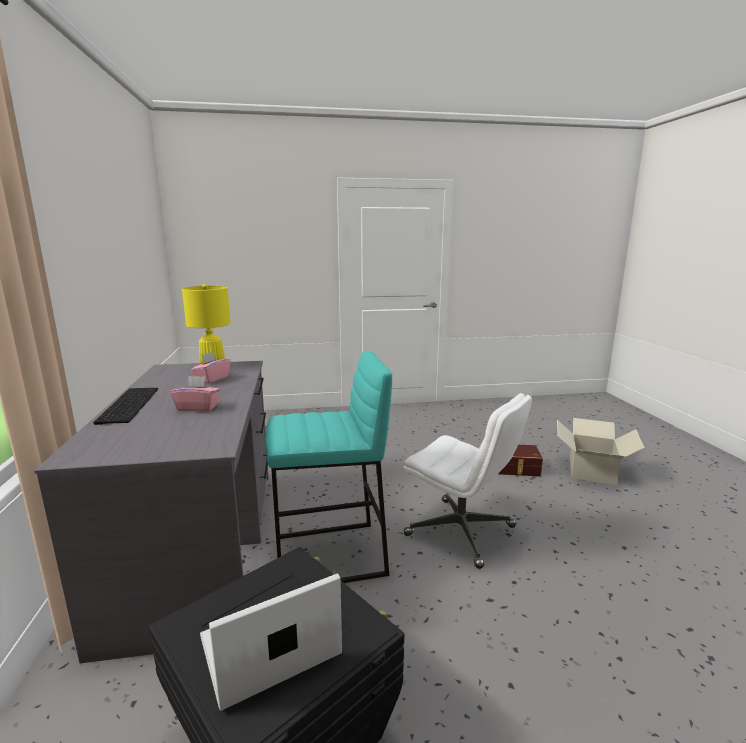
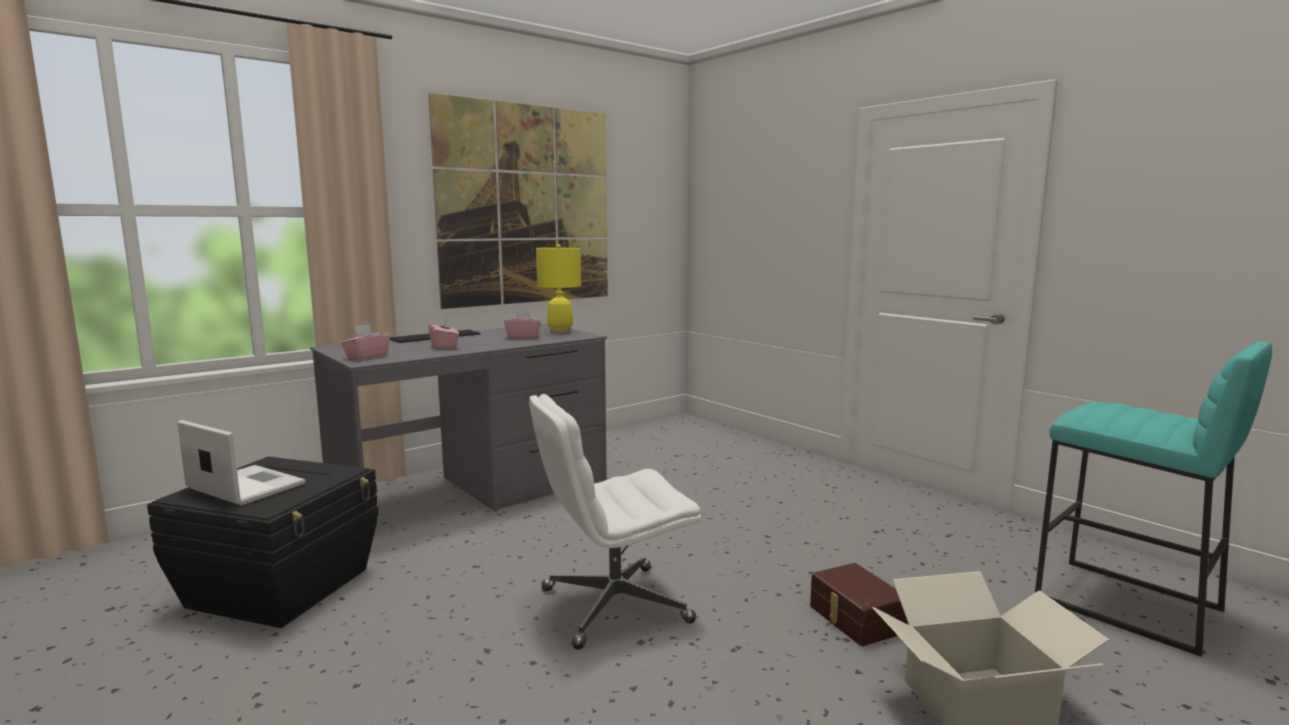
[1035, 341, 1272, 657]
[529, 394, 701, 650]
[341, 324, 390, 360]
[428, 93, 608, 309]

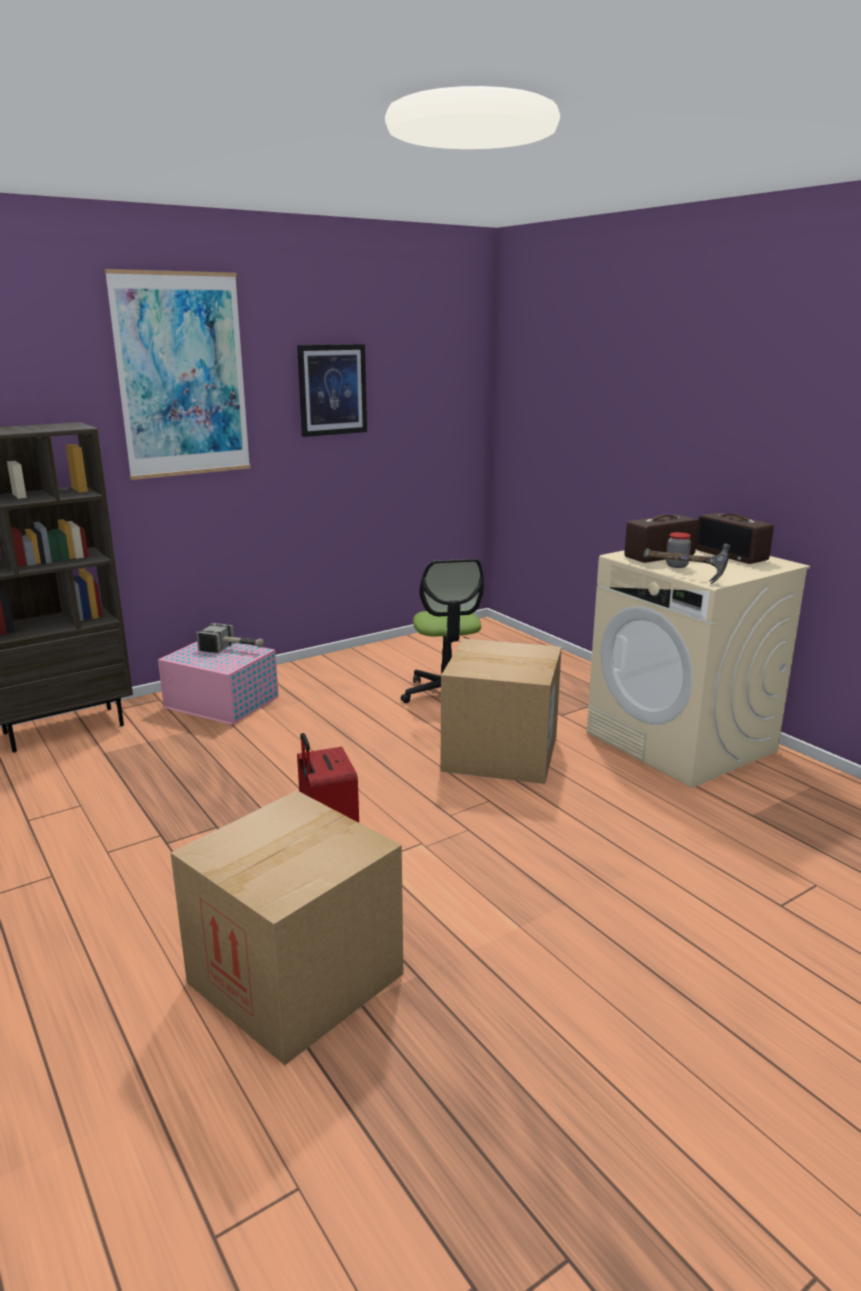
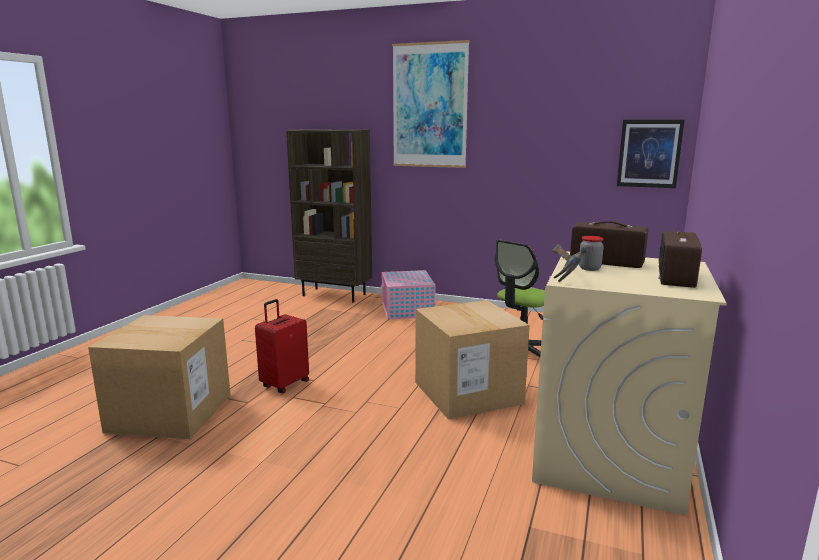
[196, 623, 264, 653] (first image)
[617, 120, 685, 188]

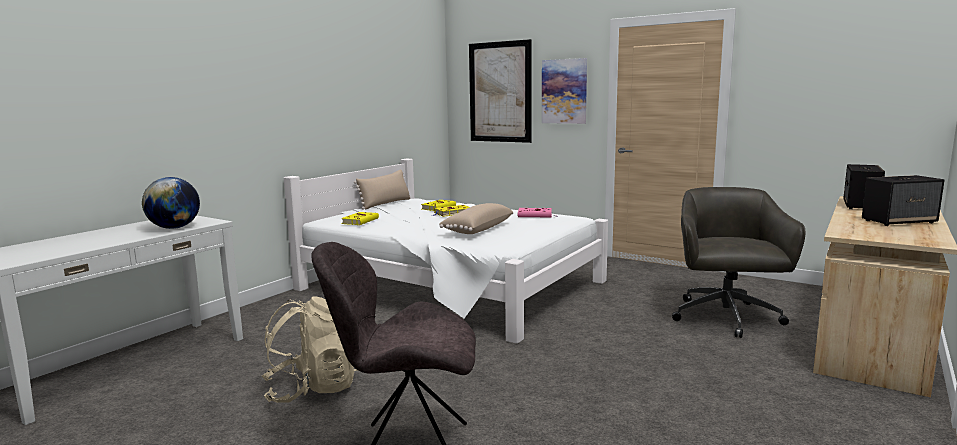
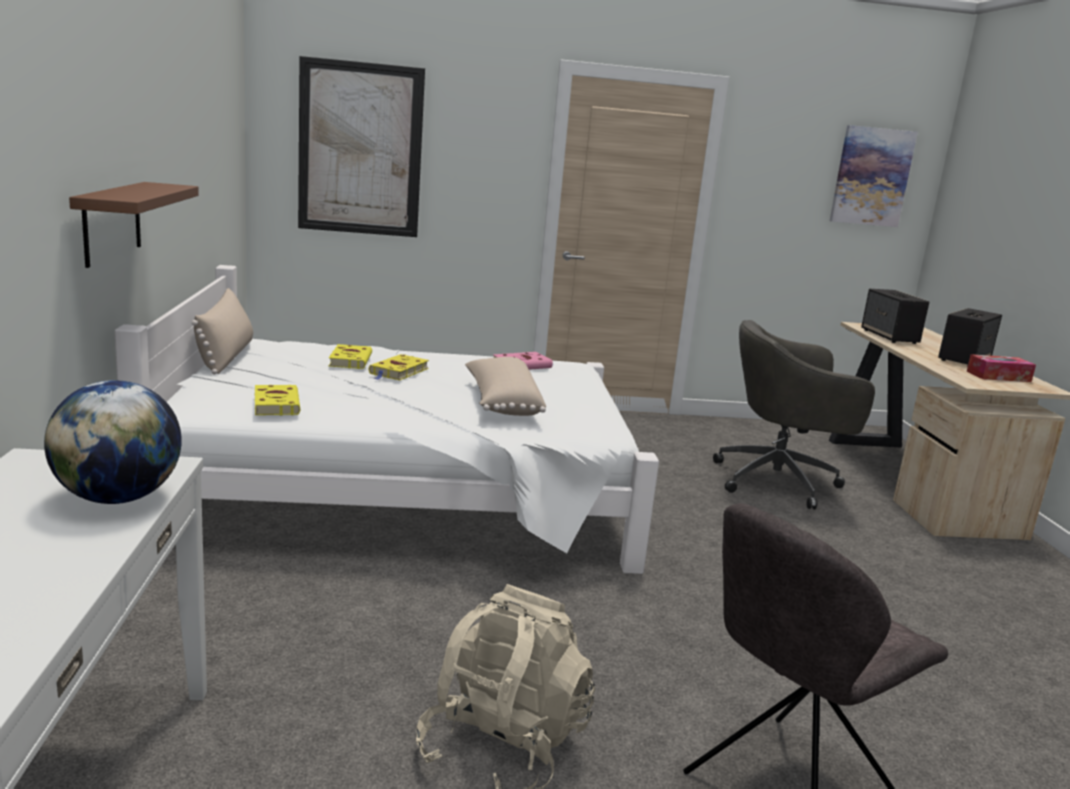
[830, 125, 918, 227]
[713, 320, 875, 509]
[69, 182, 199, 268]
[966, 354, 1036, 382]

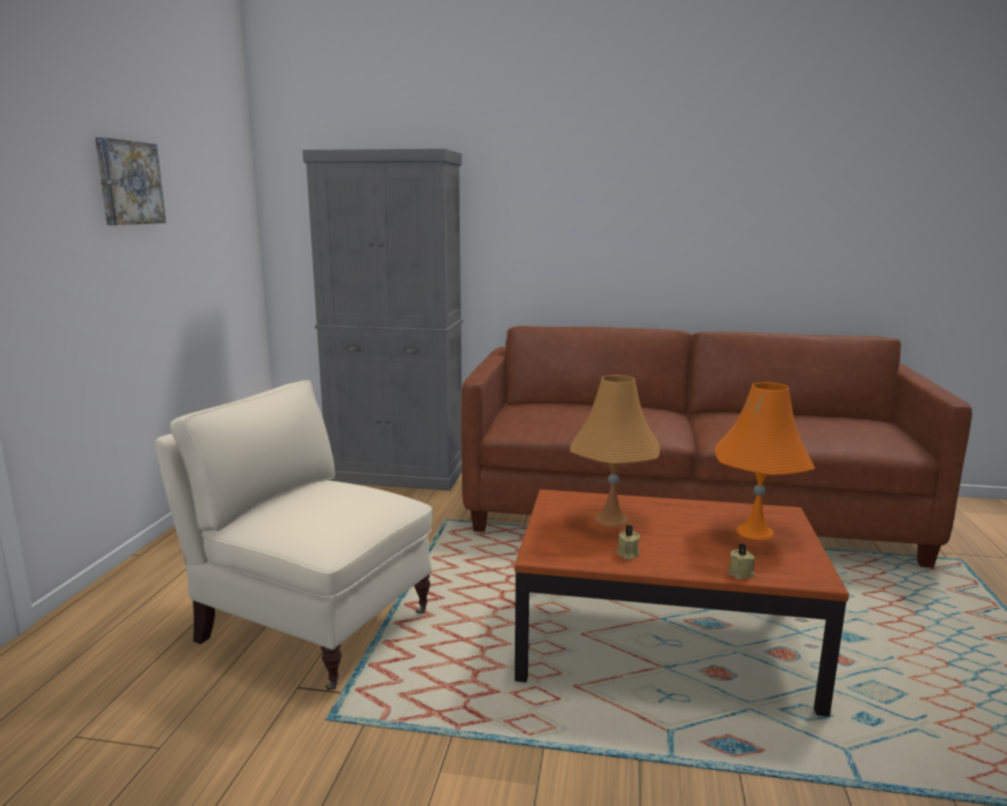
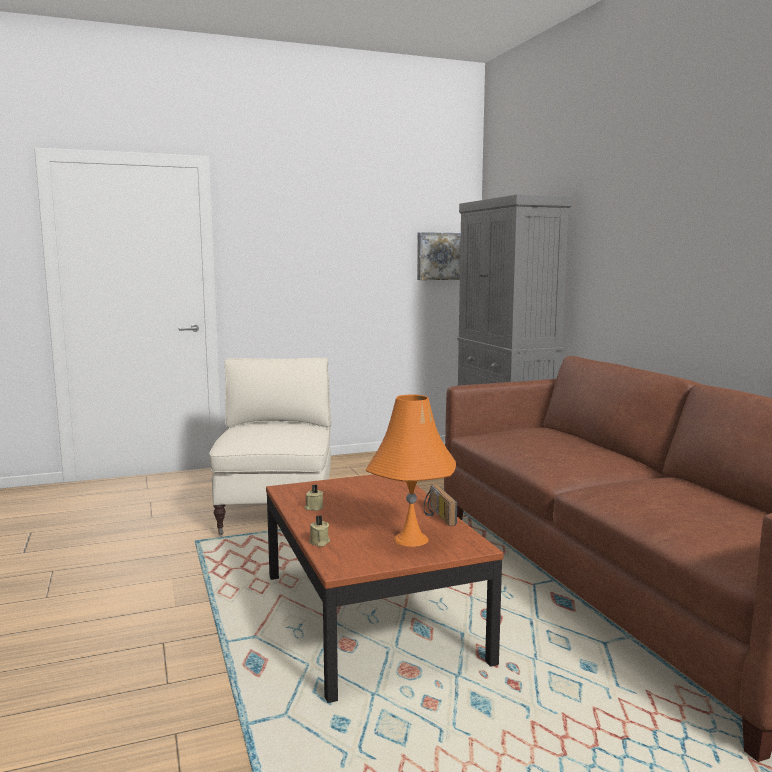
[417, 232, 461, 280]
[570, 375, 660, 527] (first image)
[424, 484, 457, 526]

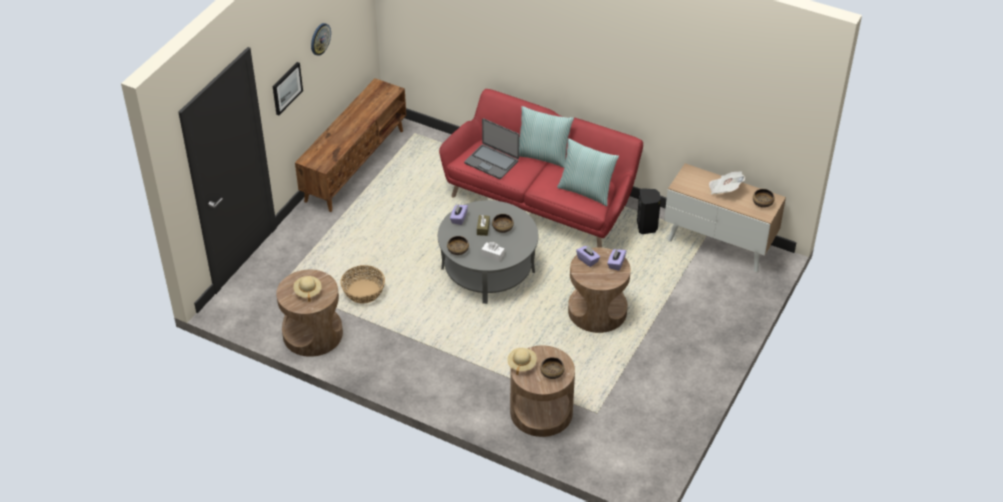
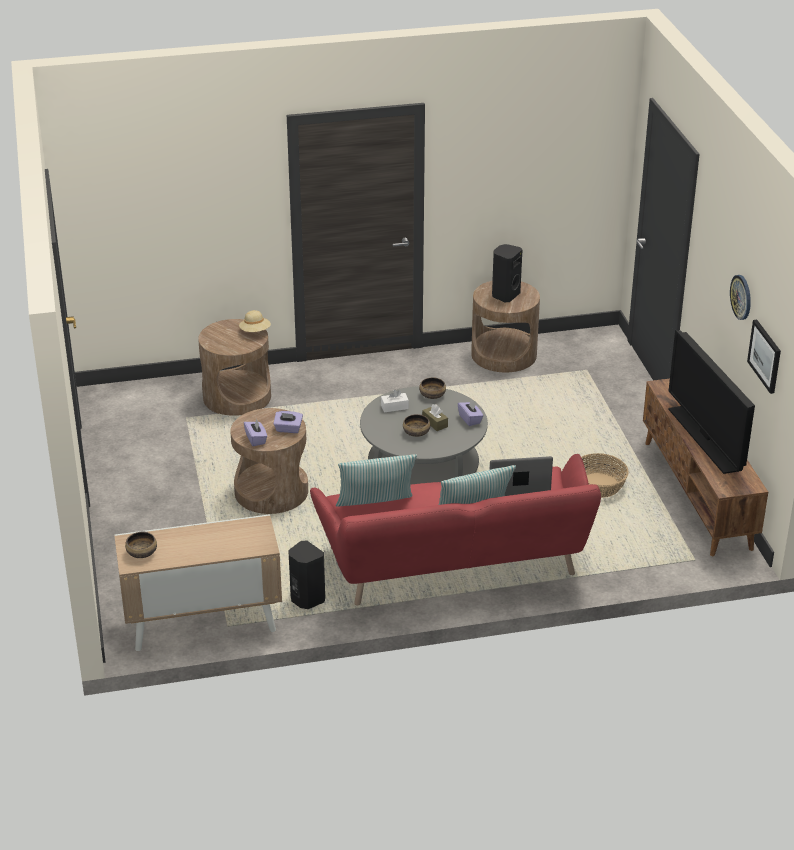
[747, 320, 781, 394]
[492, 244, 522, 302]
[581, 453, 629, 498]
[540, 357, 564, 379] (first image)
[709, 171, 745, 194] (first image)
[668, 330, 755, 474]

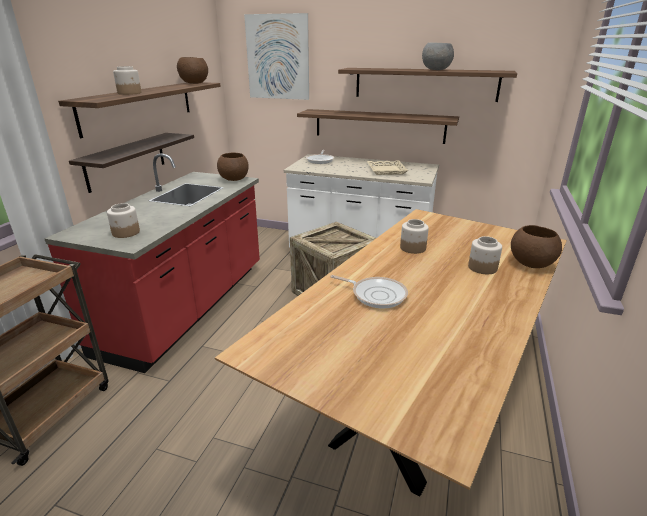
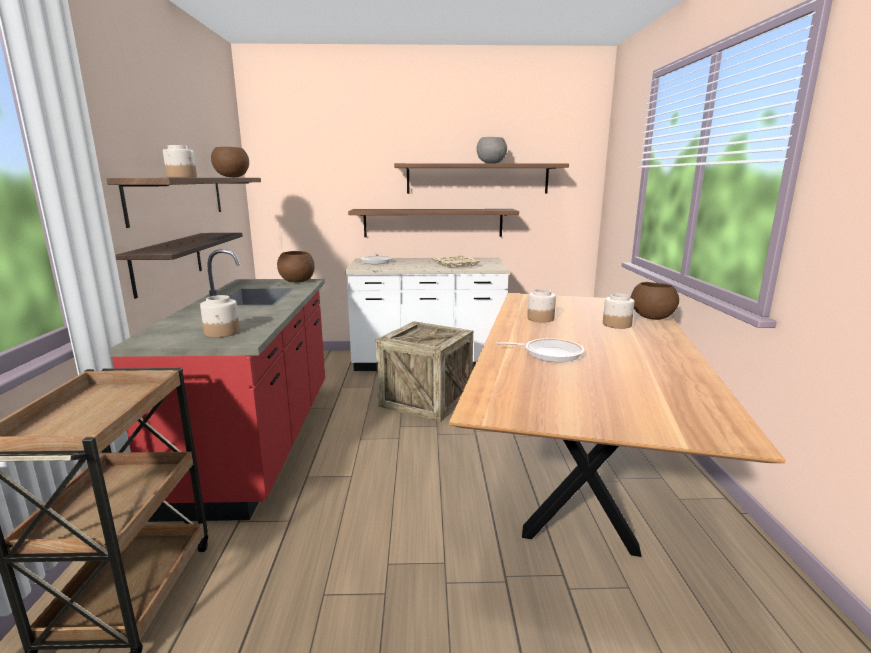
[244, 13, 309, 100] (first image)

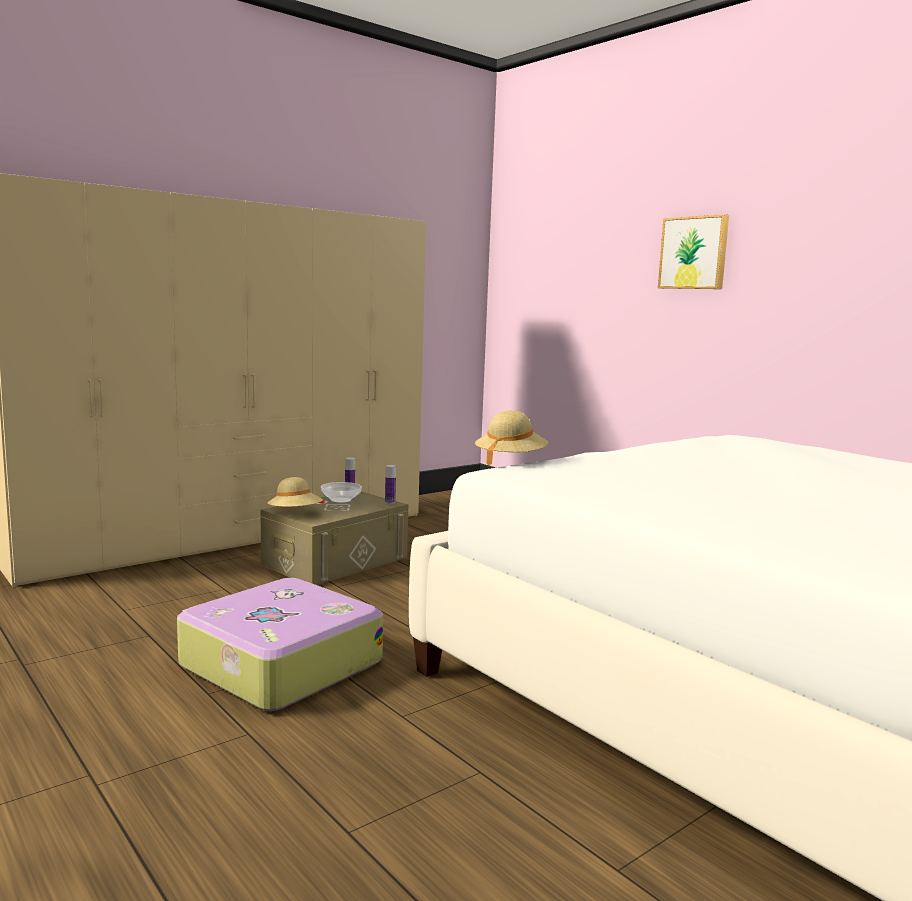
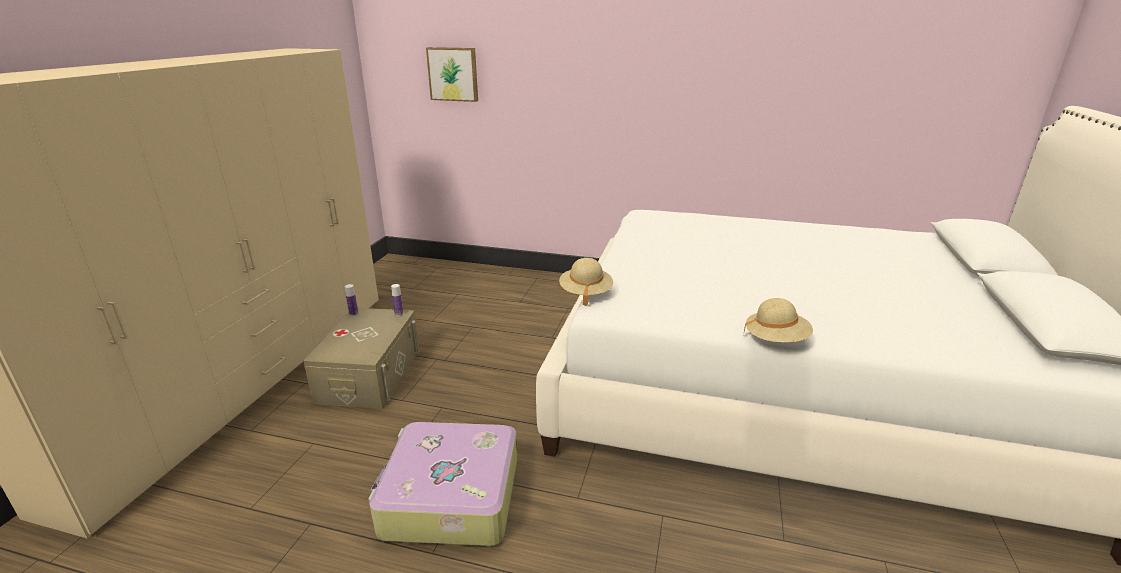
[743, 298, 813, 343]
[321, 482, 362, 504] (first image)
[426, 47, 478, 102]

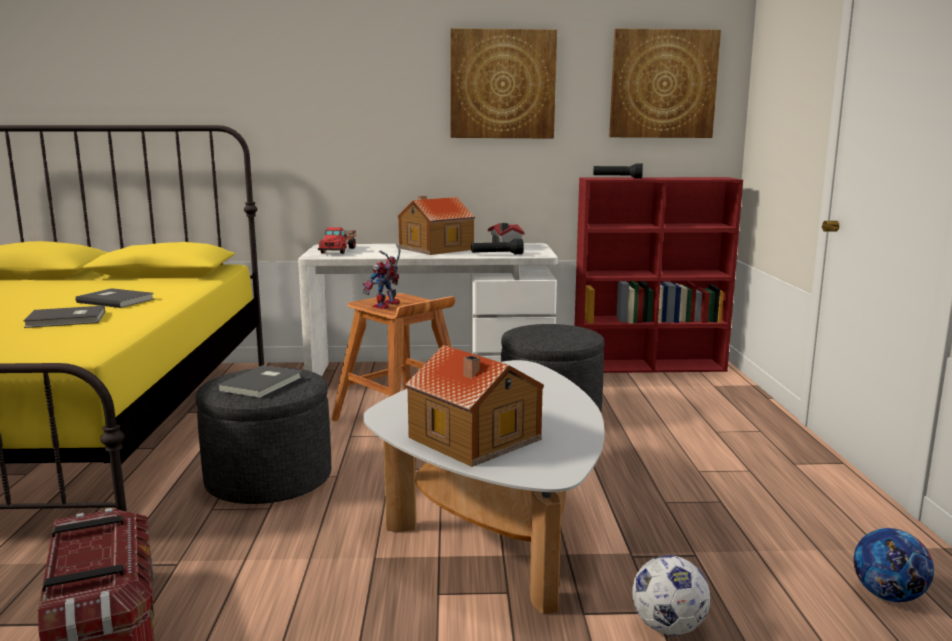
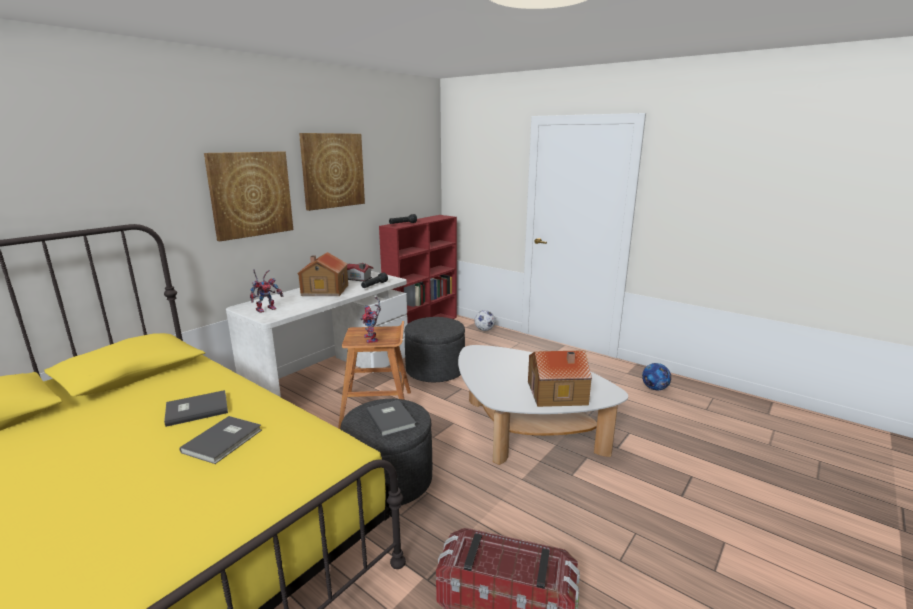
[250, 269, 284, 313]
[204, 152, 293, 241]
[474, 310, 495, 331]

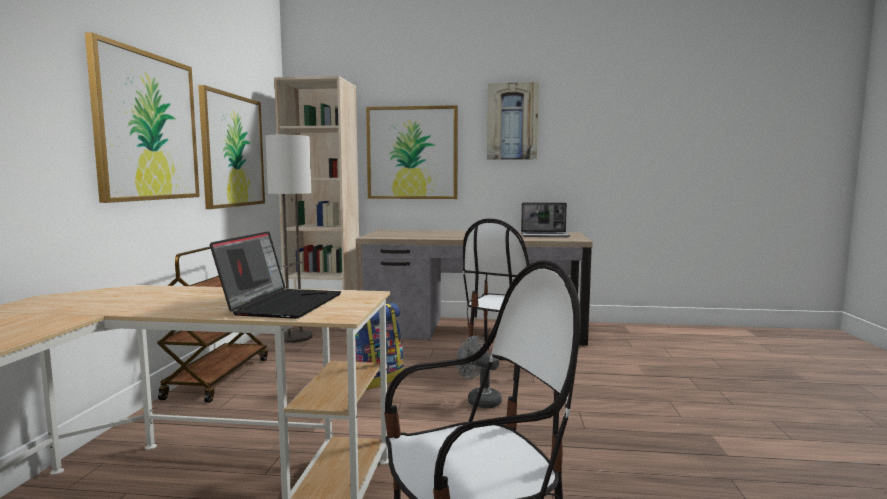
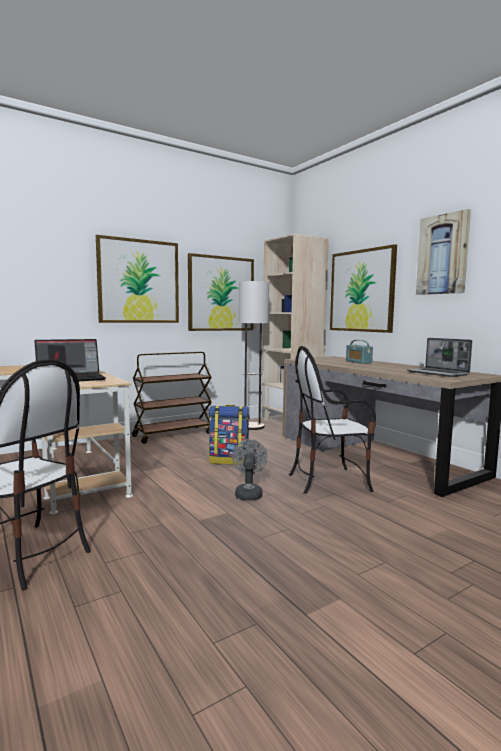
[346, 340, 373, 364]

